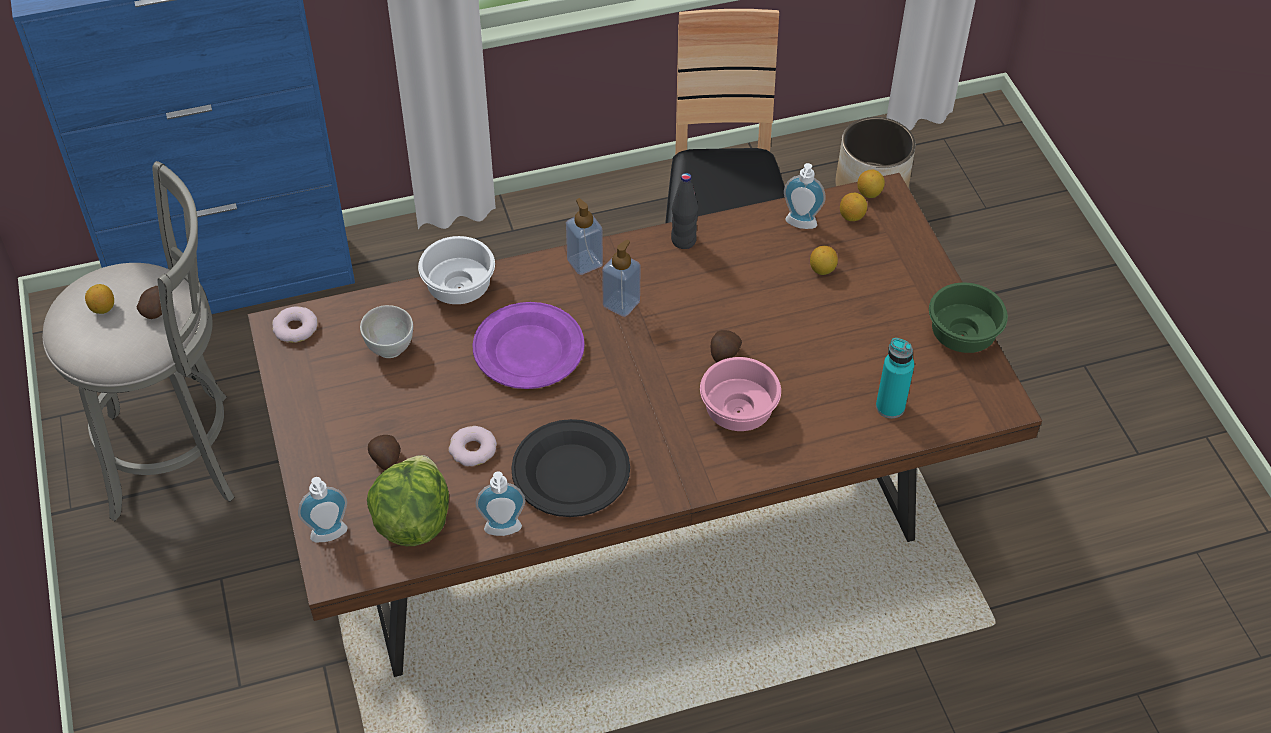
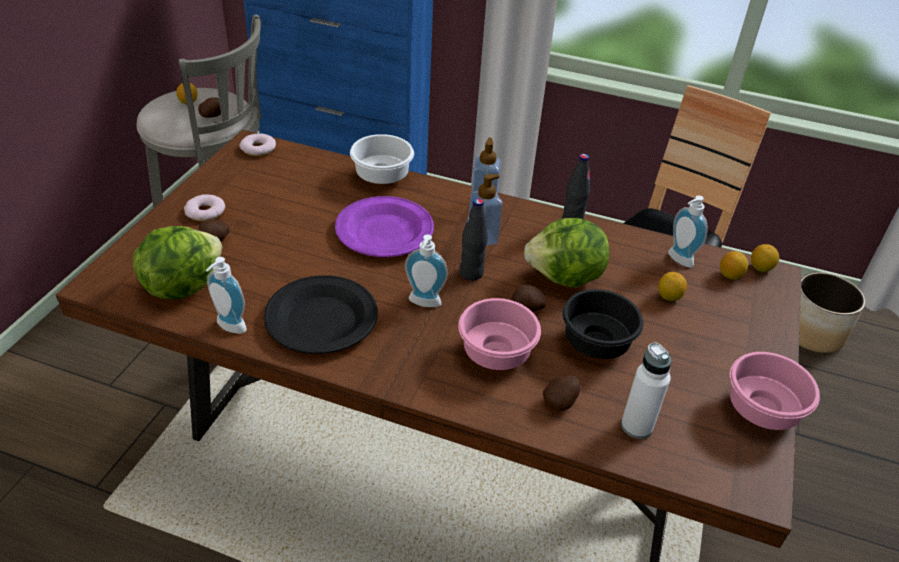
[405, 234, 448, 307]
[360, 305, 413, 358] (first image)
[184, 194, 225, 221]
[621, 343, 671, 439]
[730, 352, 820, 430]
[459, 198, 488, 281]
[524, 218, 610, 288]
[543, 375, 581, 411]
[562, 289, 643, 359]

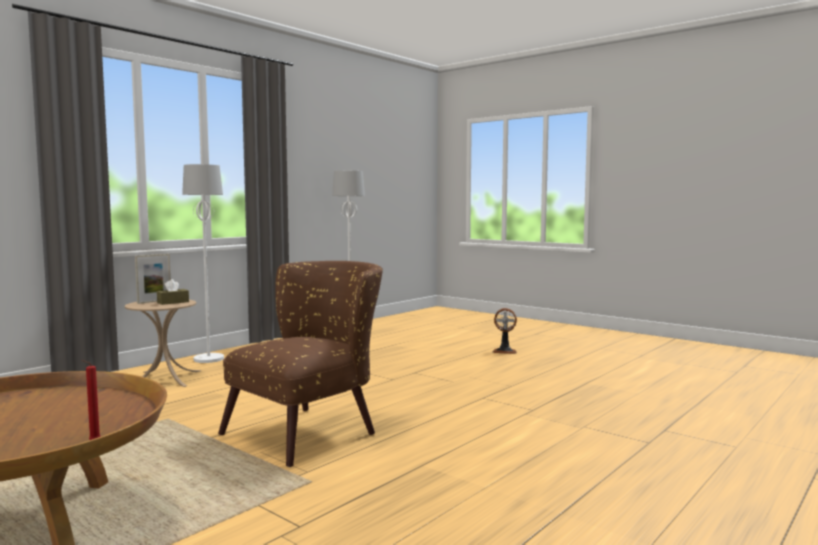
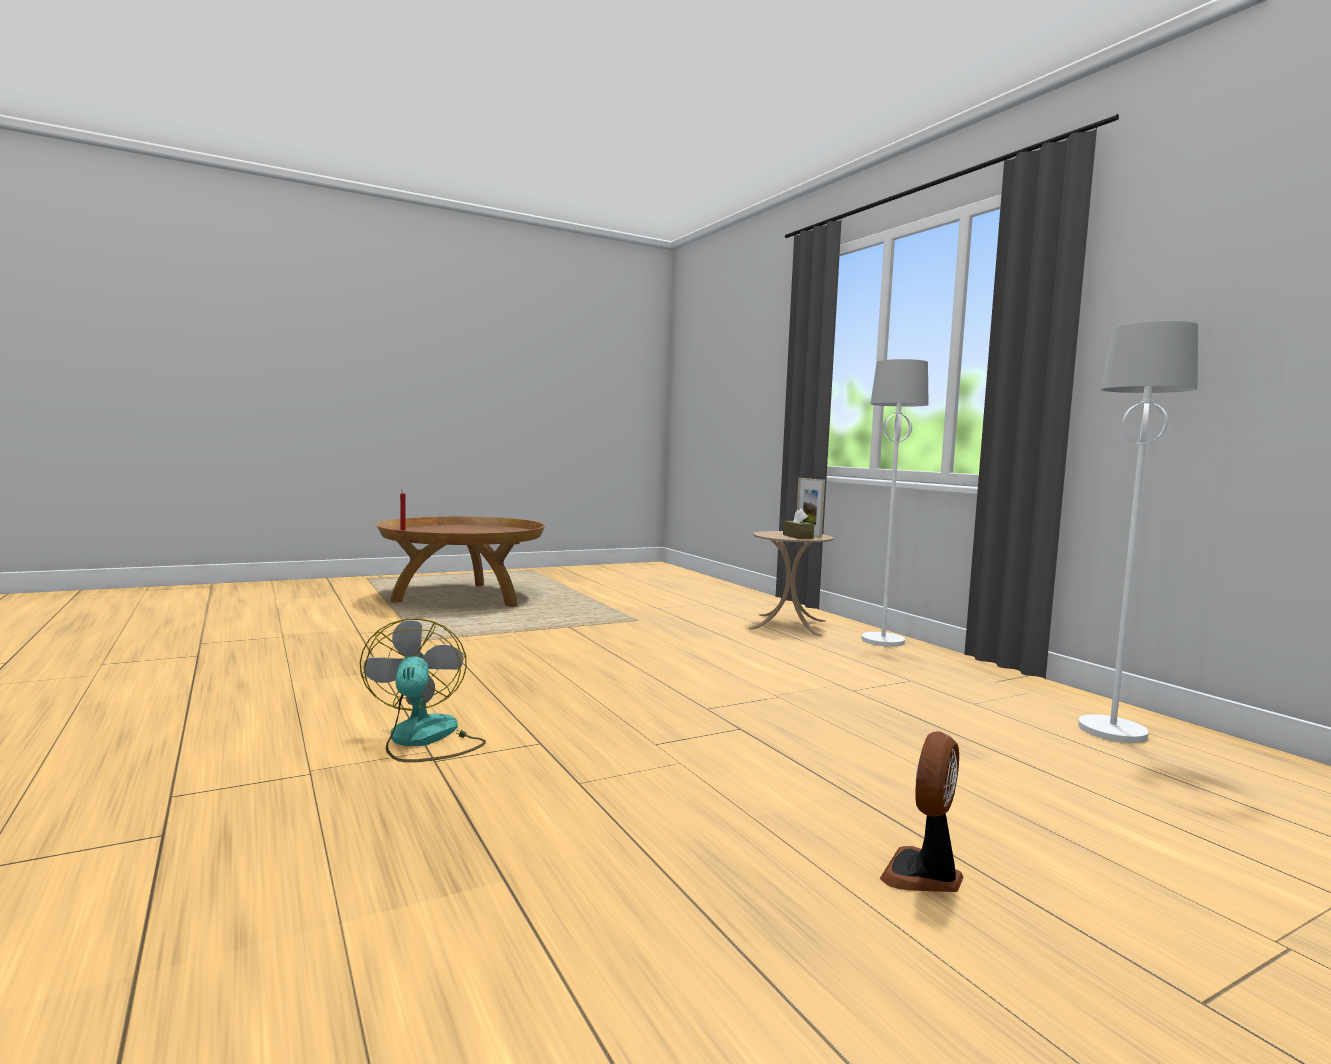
[218, 261, 383, 467] (first image)
[360, 618, 486, 762]

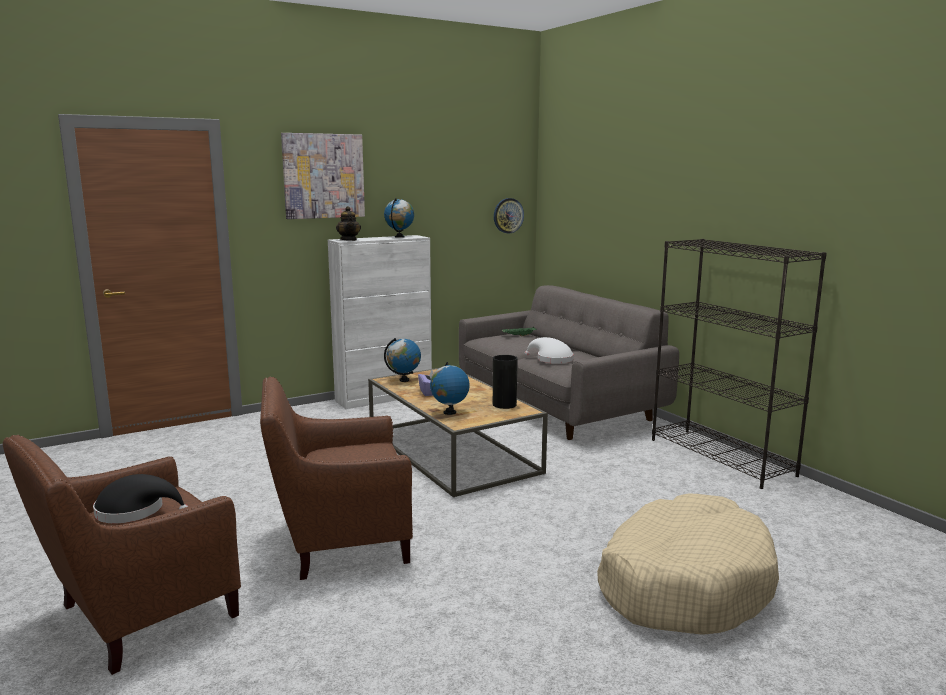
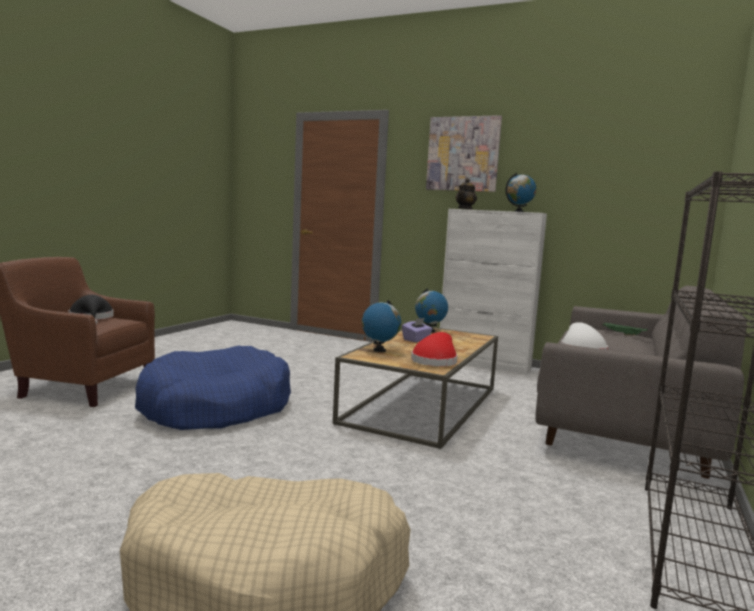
[135, 346, 291, 430]
[411, 332, 458, 366]
[494, 198, 524, 233] (first image)

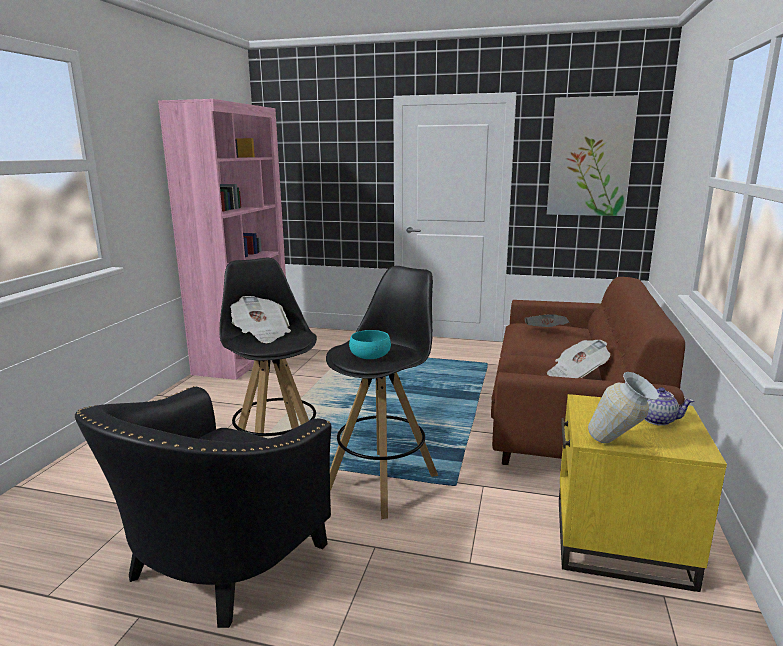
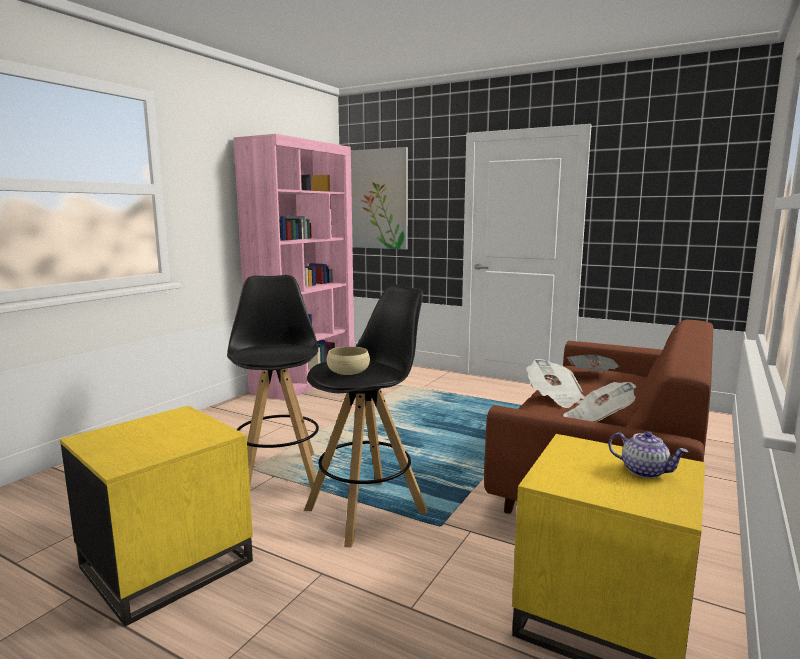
[60, 406, 253, 627]
[526, 359, 585, 408]
[327, 346, 370, 375]
[351, 147, 408, 249]
[588, 372, 659, 443] (first image)

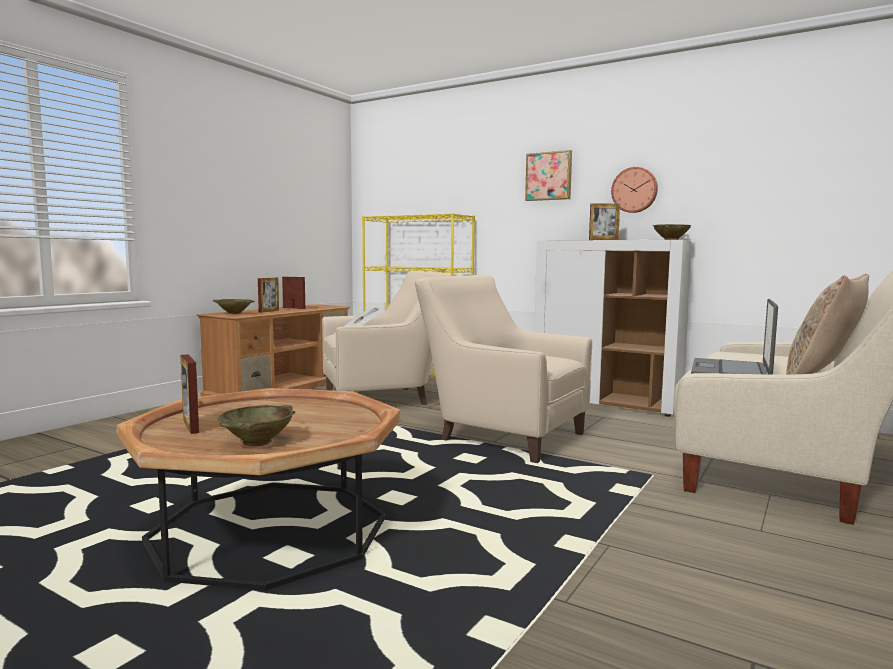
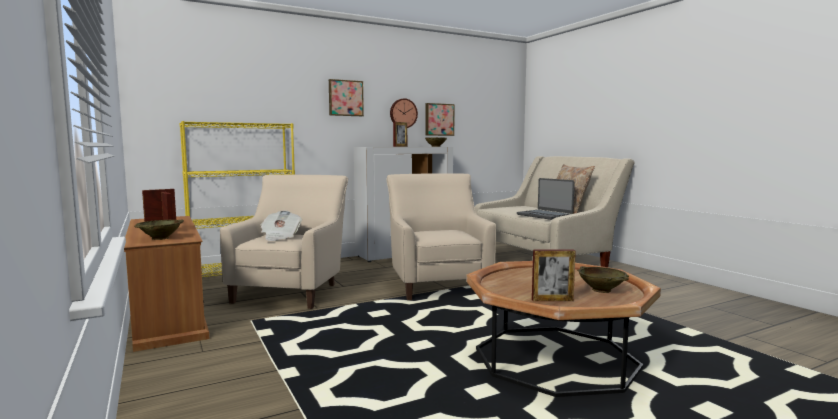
[387, 173, 496, 300]
[425, 103, 455, 136]

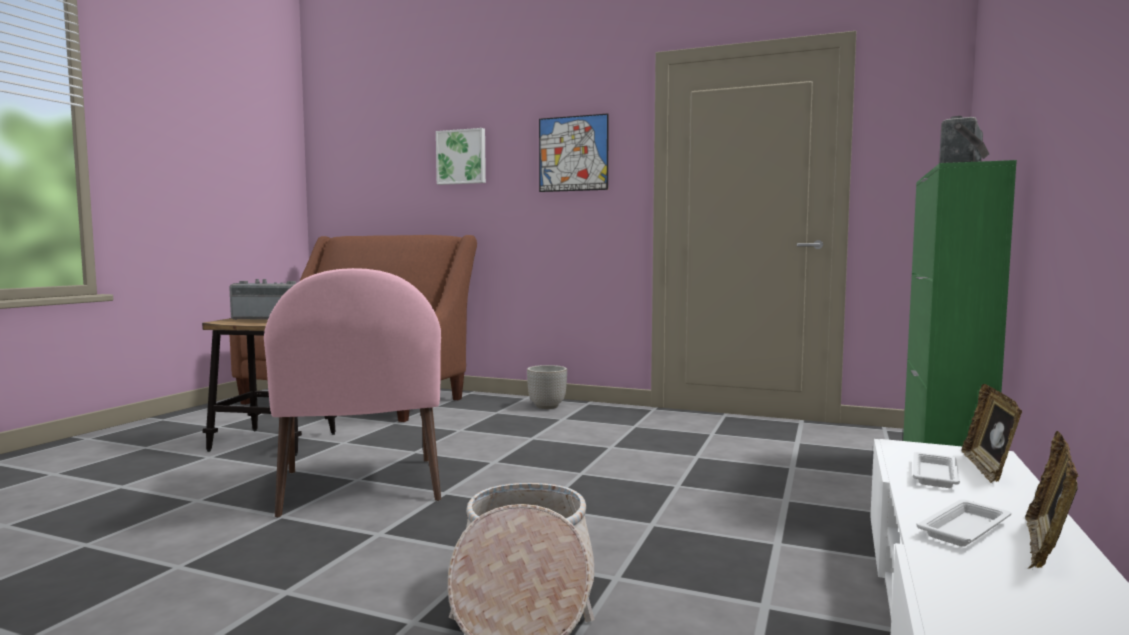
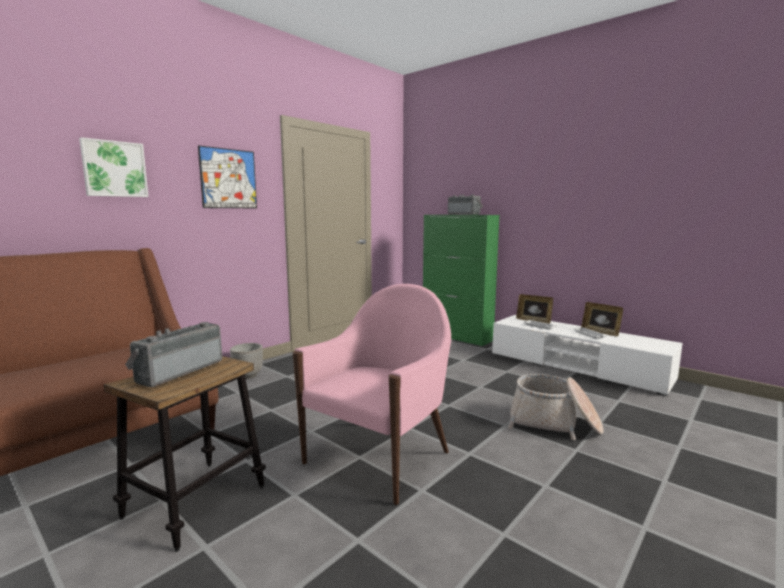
[293, 284, 451, 505]

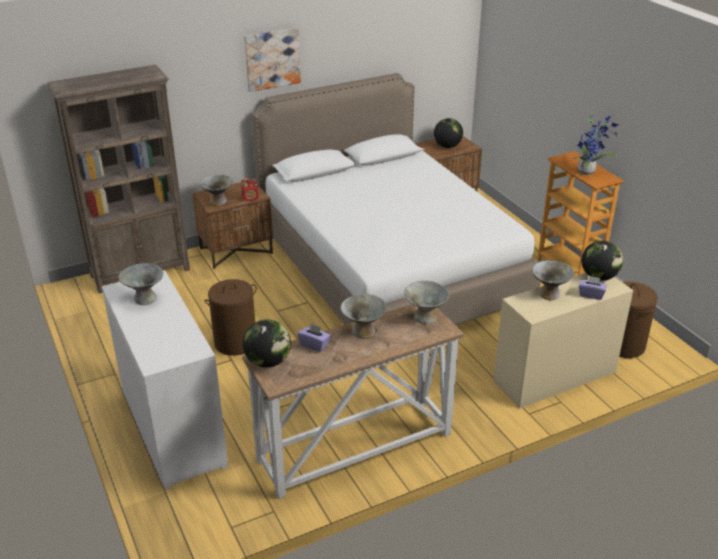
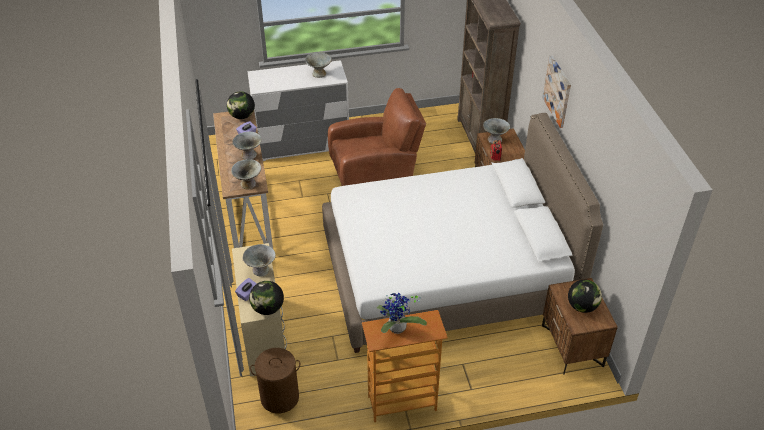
[328, 88, 426, 186]

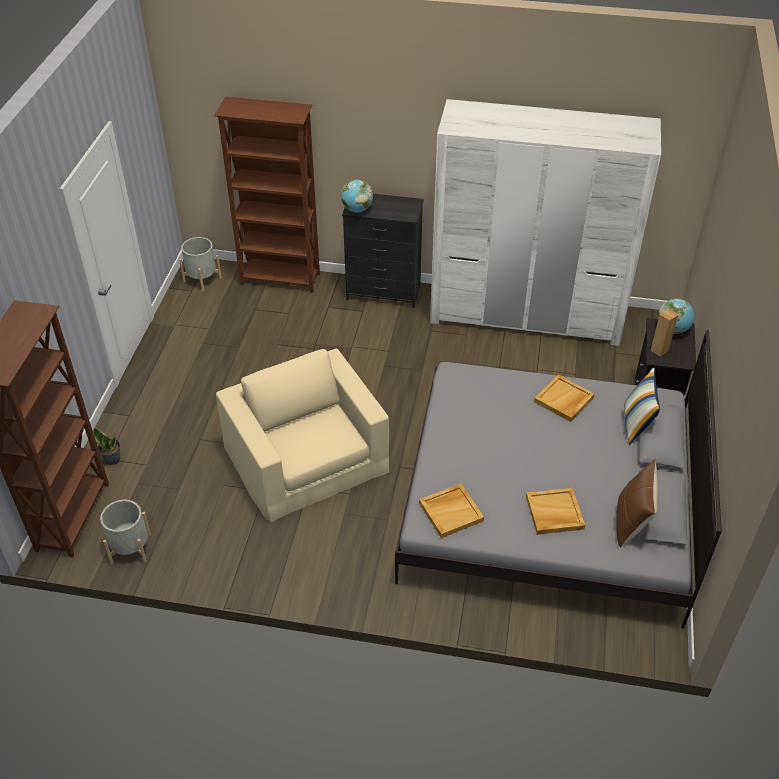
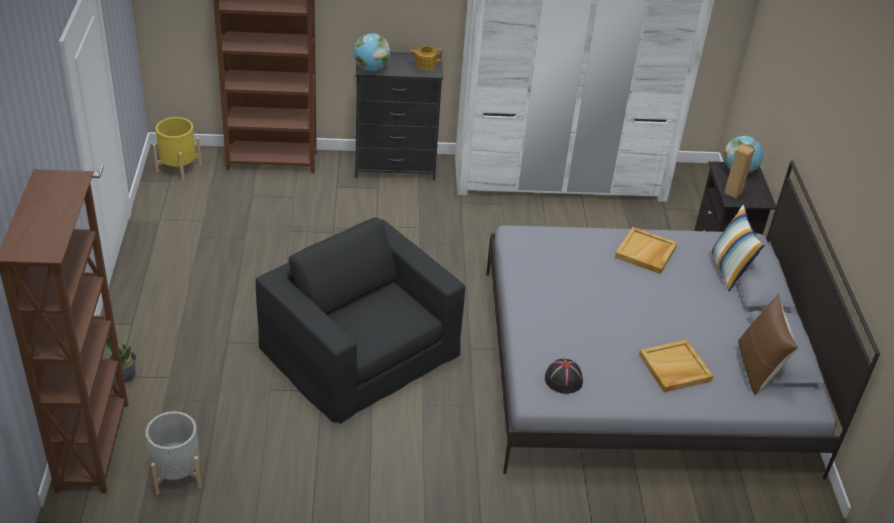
[153, 117, 202, 181]
[256, 218, 465, 424]
[545, 359, 583, 394]
[410, 46, 442, 70]

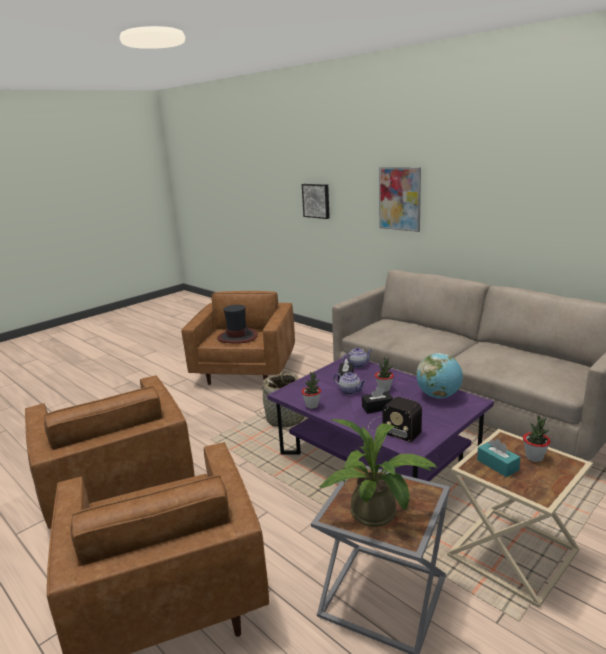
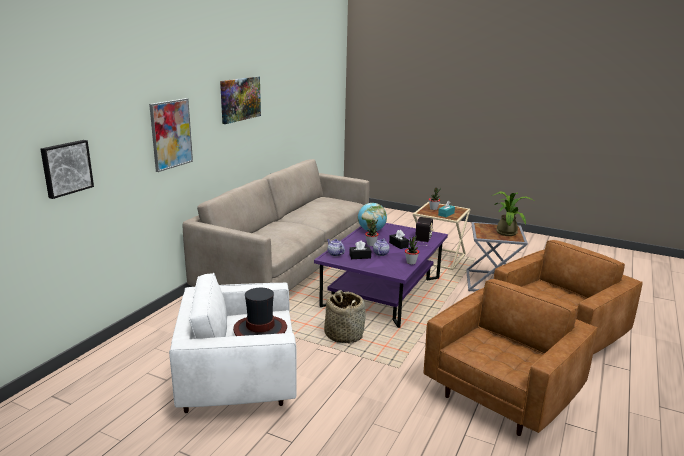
[169, 273, 297, 413]
[220, 76, 261, 124]

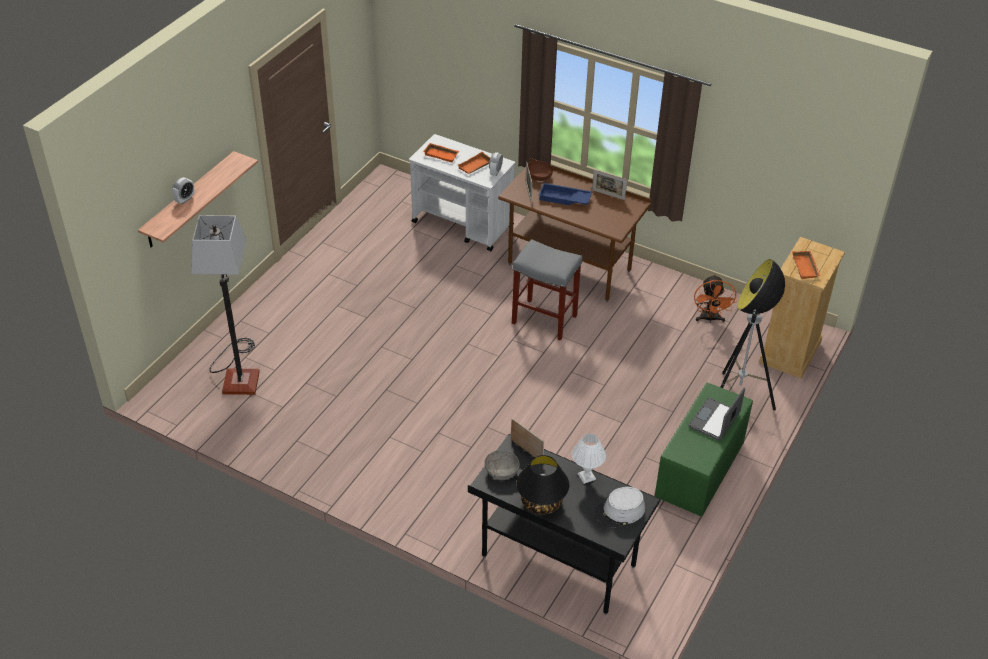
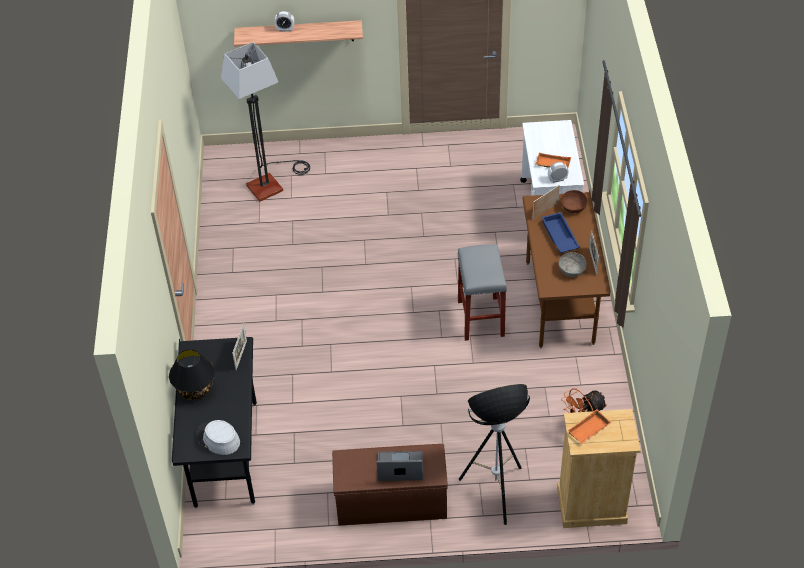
[423, 143, 460, 162] (first image)
[559, 252, 587, 277]
[572, 434, 606, 484] (first image)
[332, 444, 448, 526]

